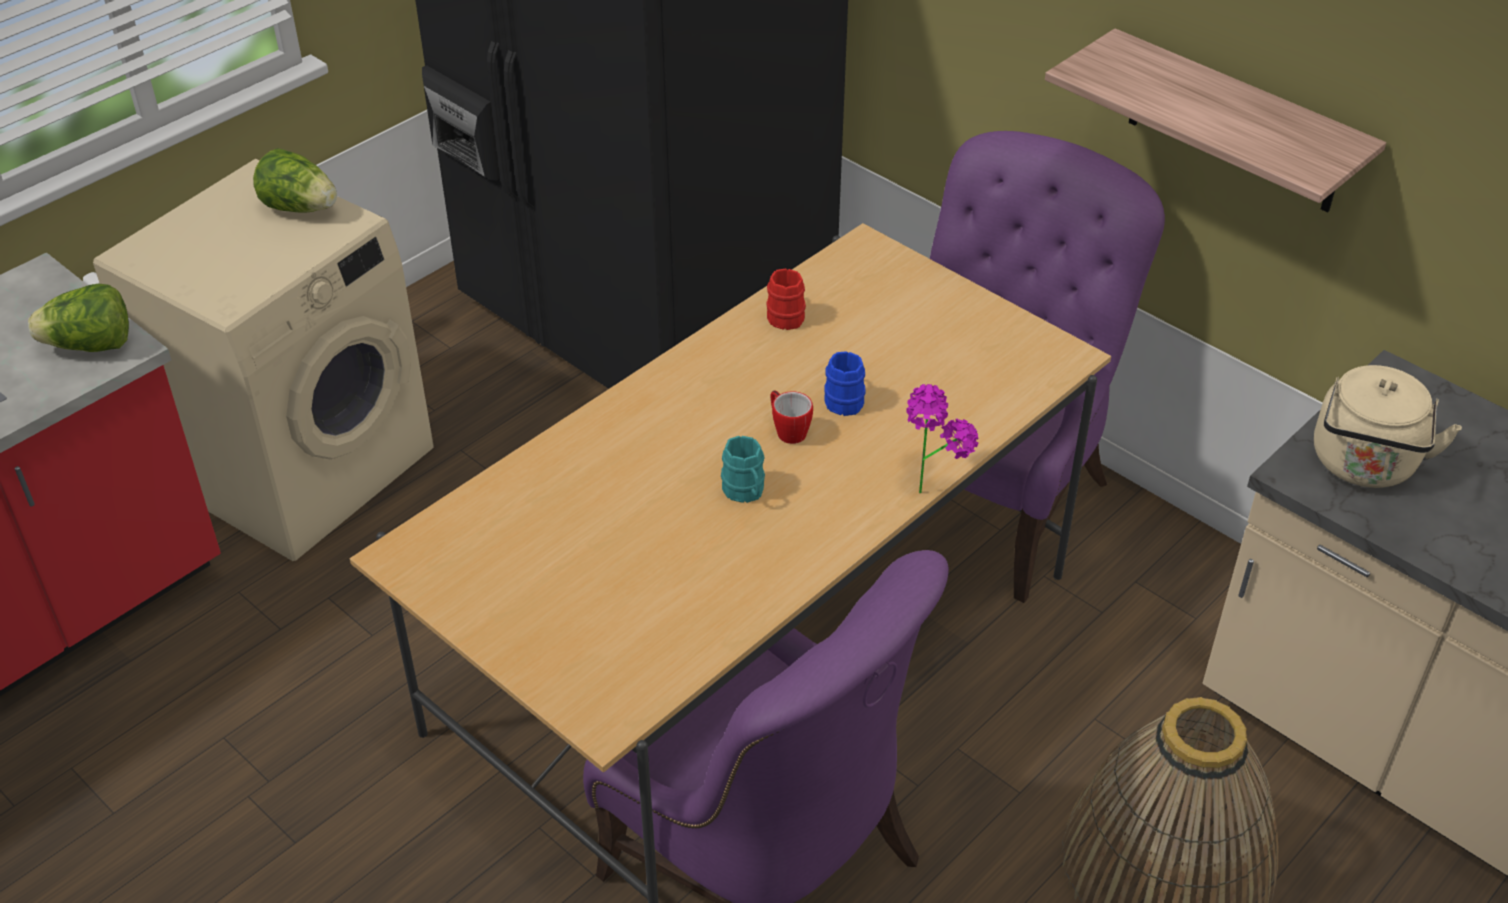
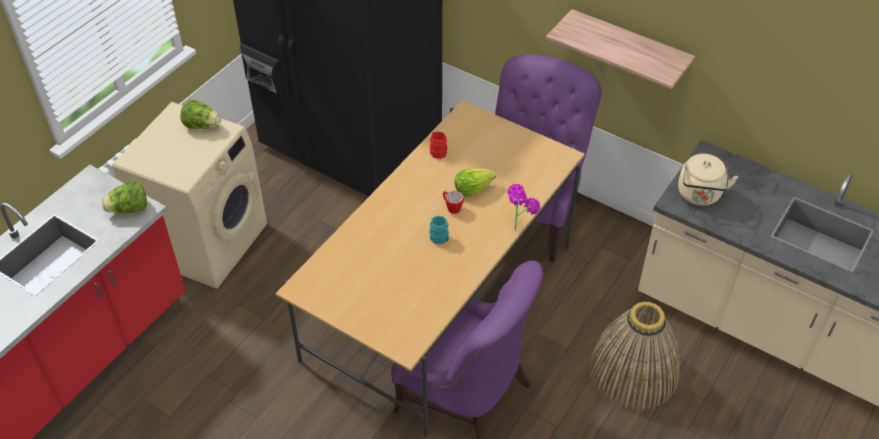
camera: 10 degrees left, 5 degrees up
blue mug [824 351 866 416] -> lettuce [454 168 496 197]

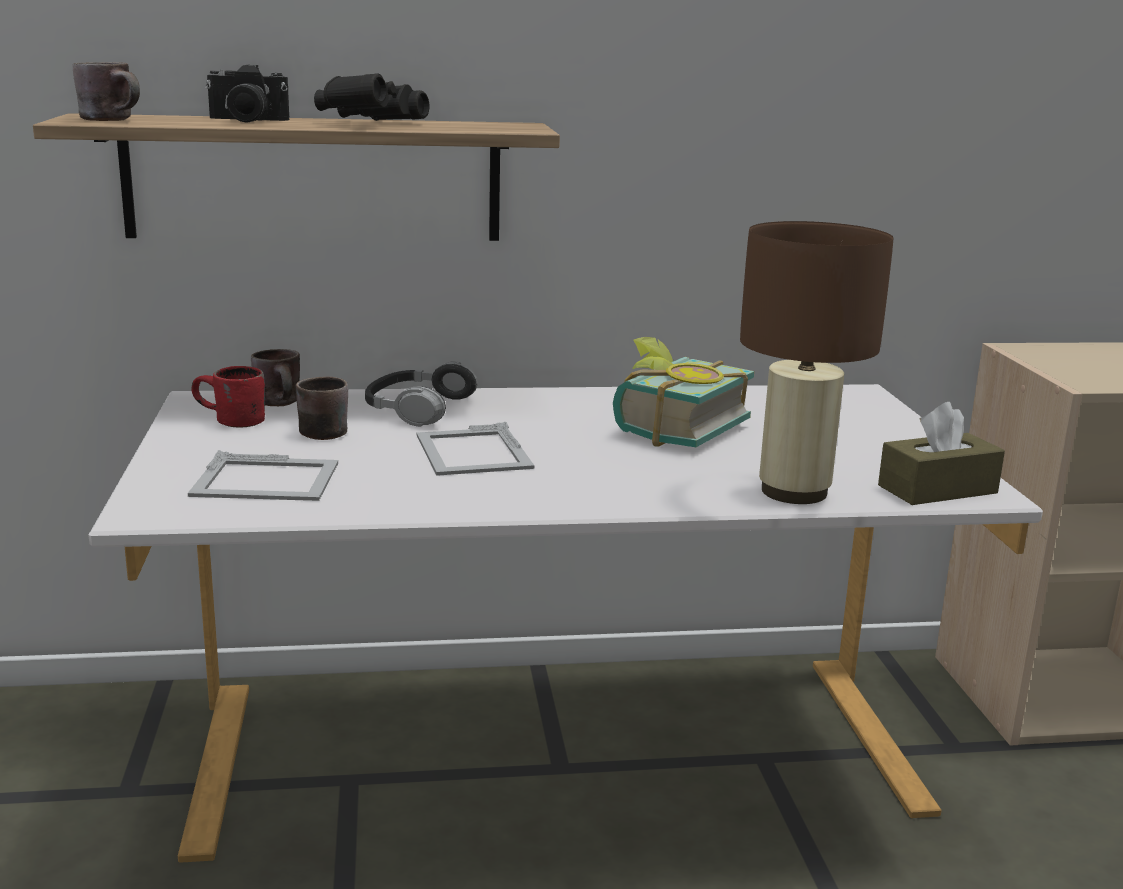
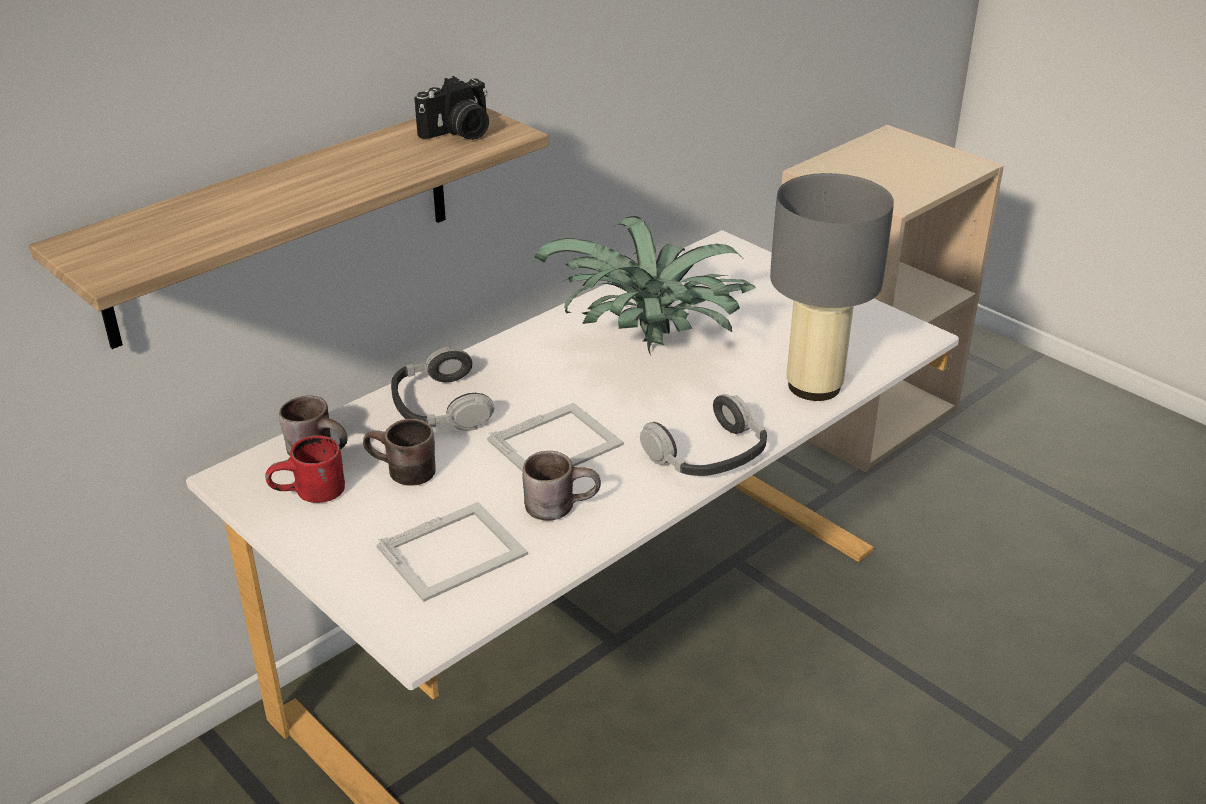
camera: 35 degrees left, 15 degrees up
black binoculars [314 73 430 121] -> none
brown tissue box [878 402 1005 505] -> none
none -> headphones [640 394 767 476]
brown mug [73 62 140 121] -> brown mug [523 451 601 521], move
photo camera [205 65 289 122] -> photo camera [414 76 489 140], move
book [613 337 754 447] -> potted plant [535 216 756 356]
brown table lamp [740 221 893 504] -> grey table lamp [770 173 894 401]
picture frame [417 422 534 476] -> picture frame [487 403 624 472], 75 degrees counterclockwise

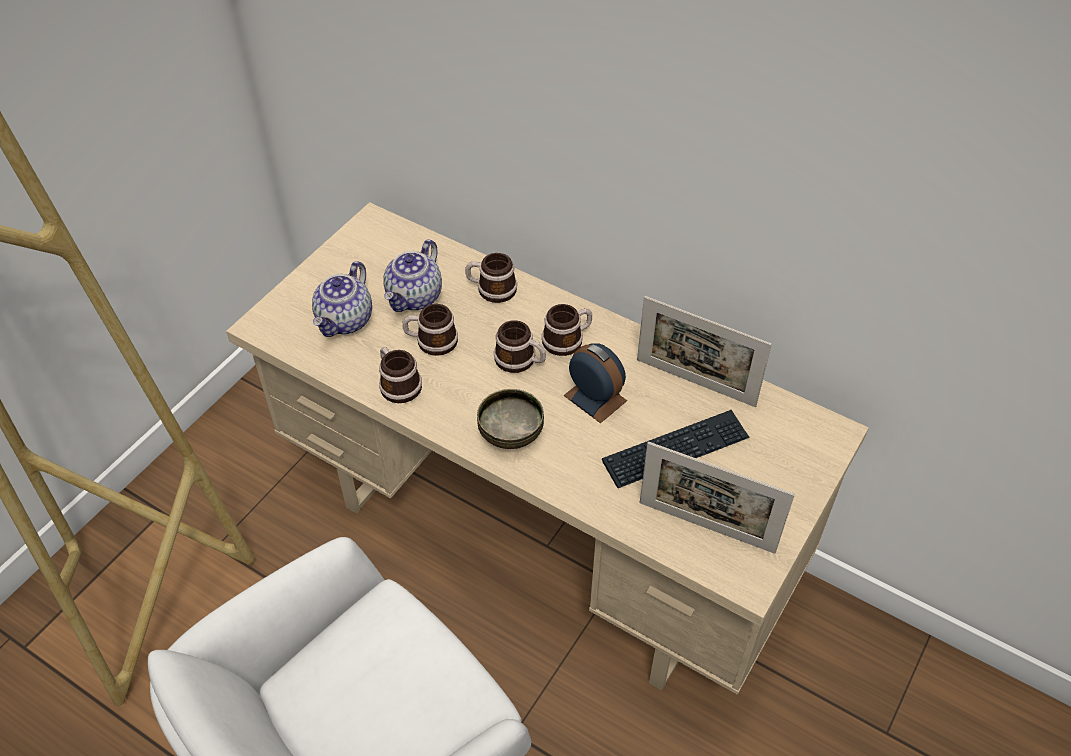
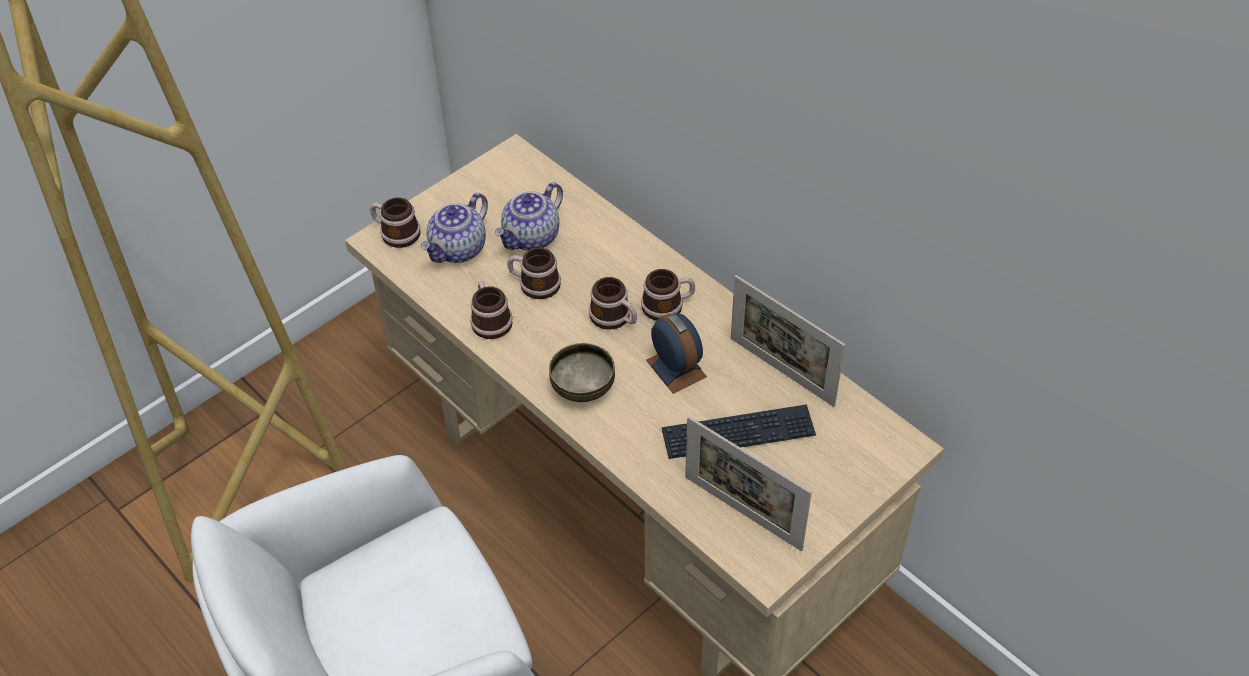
camera: 15 degrees right, 0 degrees up
mug [465 253 517 303] -> mug [370 198 421 248], move

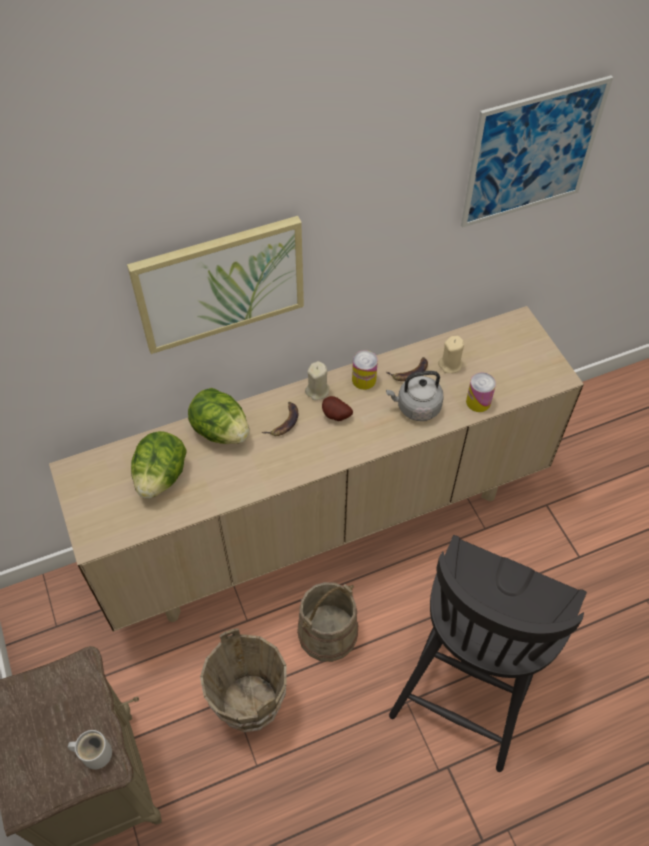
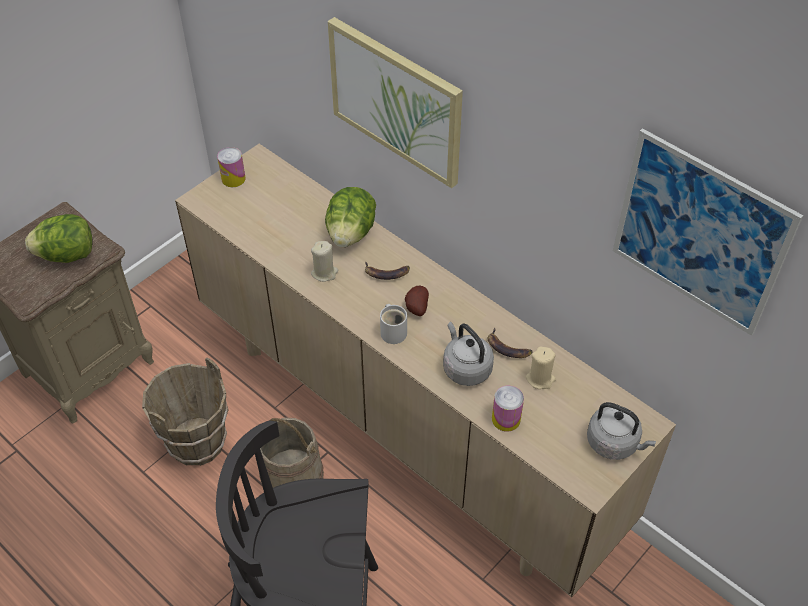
camera: 65 degrees right, 5 degrees down
none -> grey kettle [587 402 656 460]
white mug [67 730 112 769] -> white mug [380 304 407 344], move
lettuce [131 431 187 499] -> lettuce [25 214 93 263], move
beige candle [305 361 329 400] -> beige candle [311 241 338 282], move
can [352 350 378 390] -> can [217 147 246 187], move

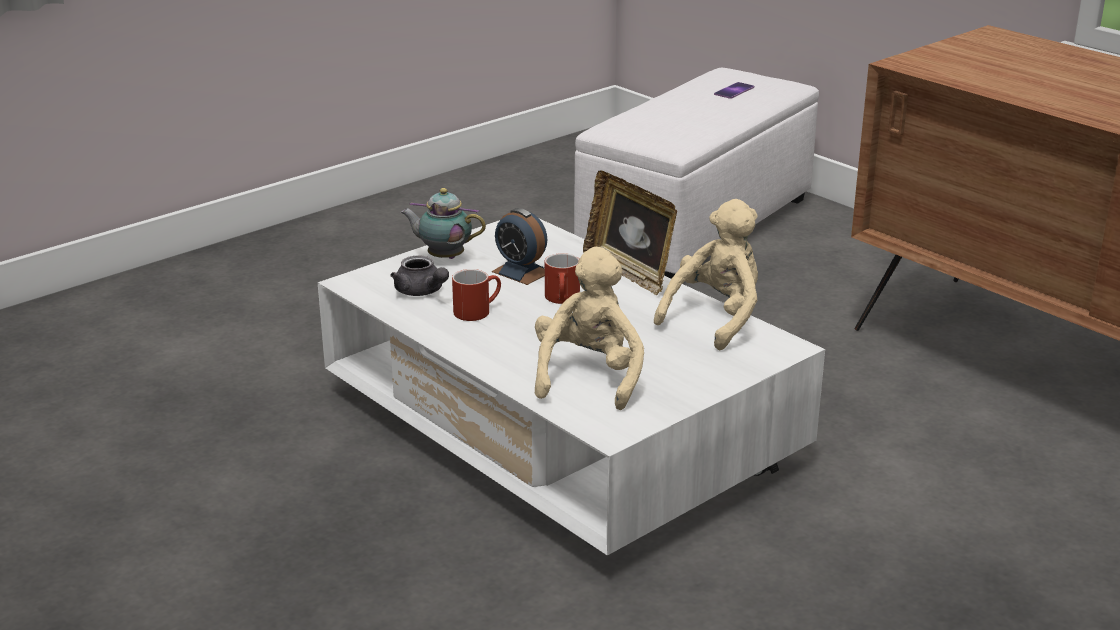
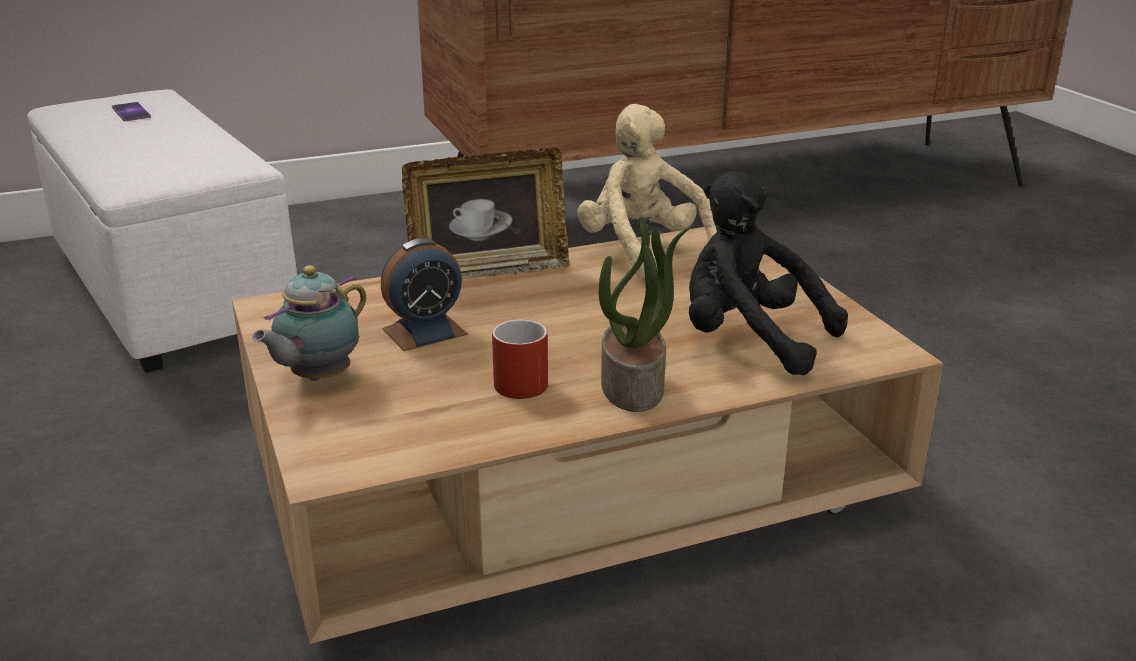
camera: 70 degrees left, 0 degrees up
grey teapot [390 256 449 296] -> none
red mug [545 253 580 304] -> none
none -> potted plant [599 217 691 412]
white coffee table [318 219 825 556] -> brown coffee table [232 227 944 644]
beige plush toy [535 247 644 410] -> black plush toy [689 171 848 375]

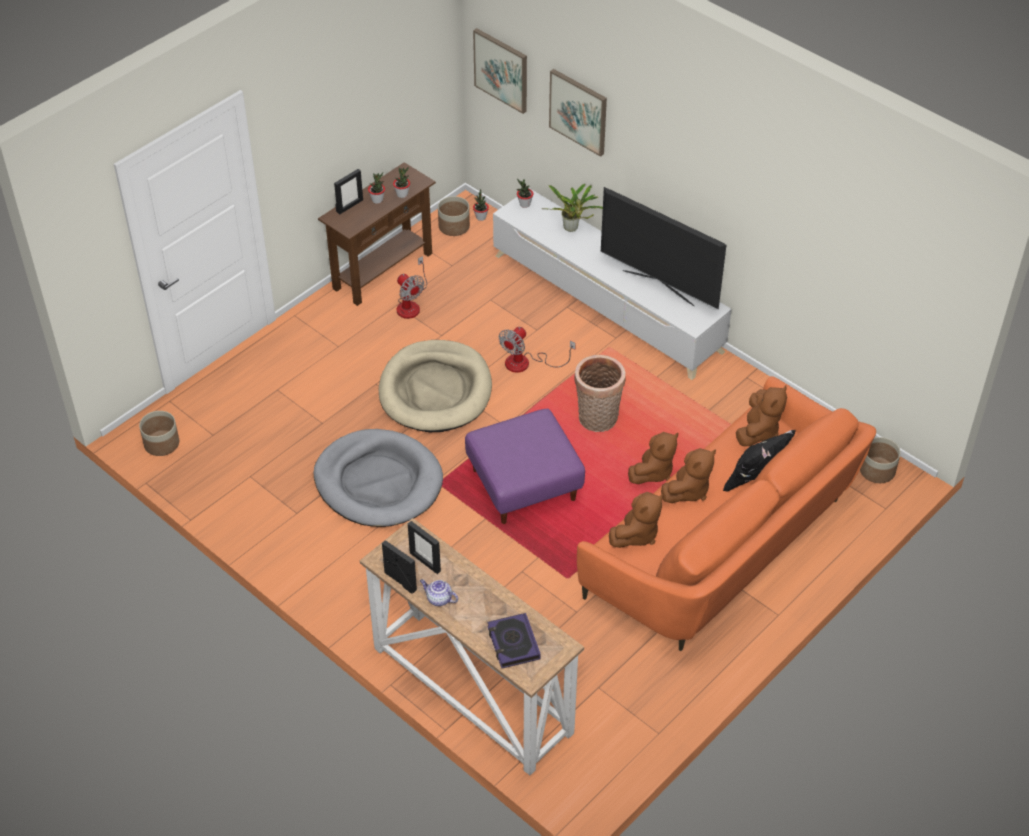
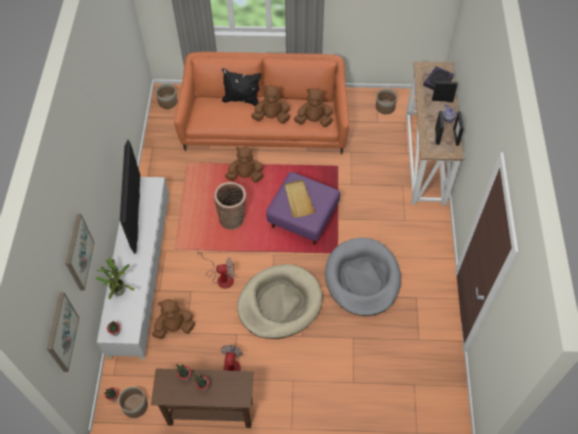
camera: 130 degrees left, 10 degrees up
none -> beige tray [284 180 315 217]
planter [139 411 179 456] -> planter [376 89 397 114], move
picture frame [334 169 363 214] -> picture frame [432 81 458 102], move
brown plush toy [736 386 787 446] -> brown plush toy [152 299 195 339], move

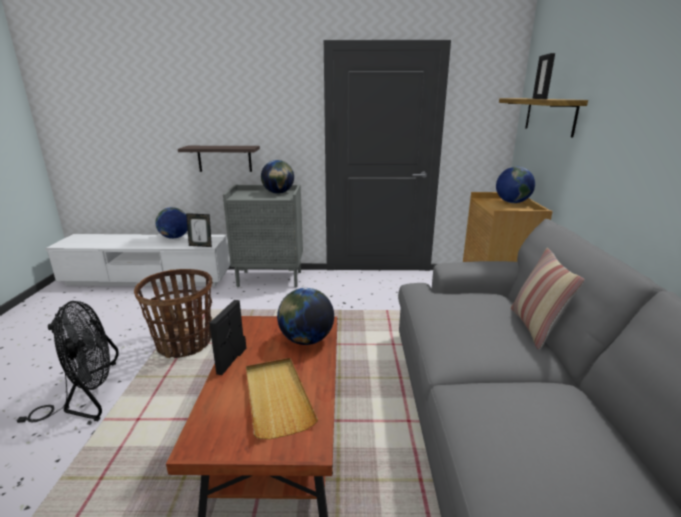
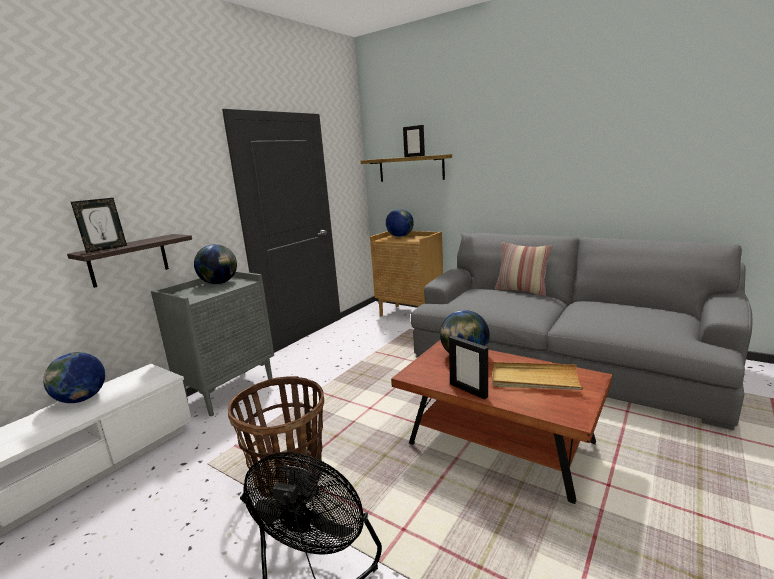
camera: 55 degrees left, 5 degrees down
picture frame [186 213 212 247] -> picture frame [71 198 127 253], move

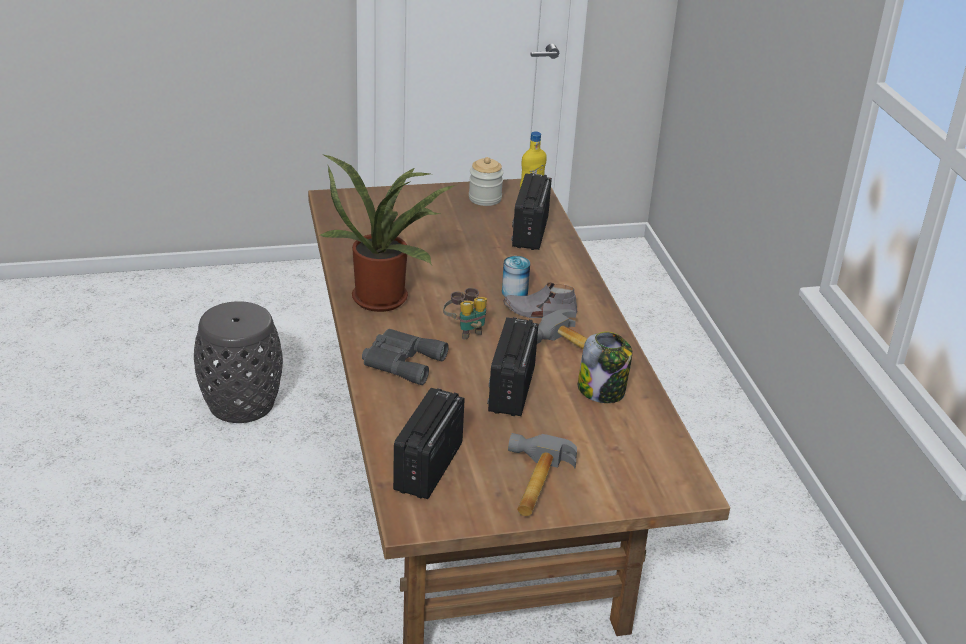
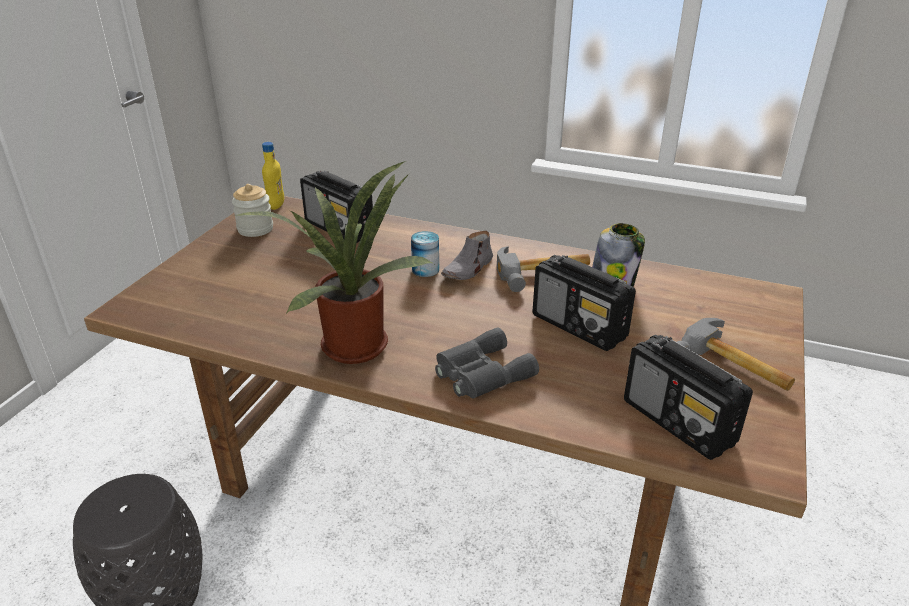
camera: 55 degrees left, 0 degrees up
binoculars [443 288 487 340] -> none

